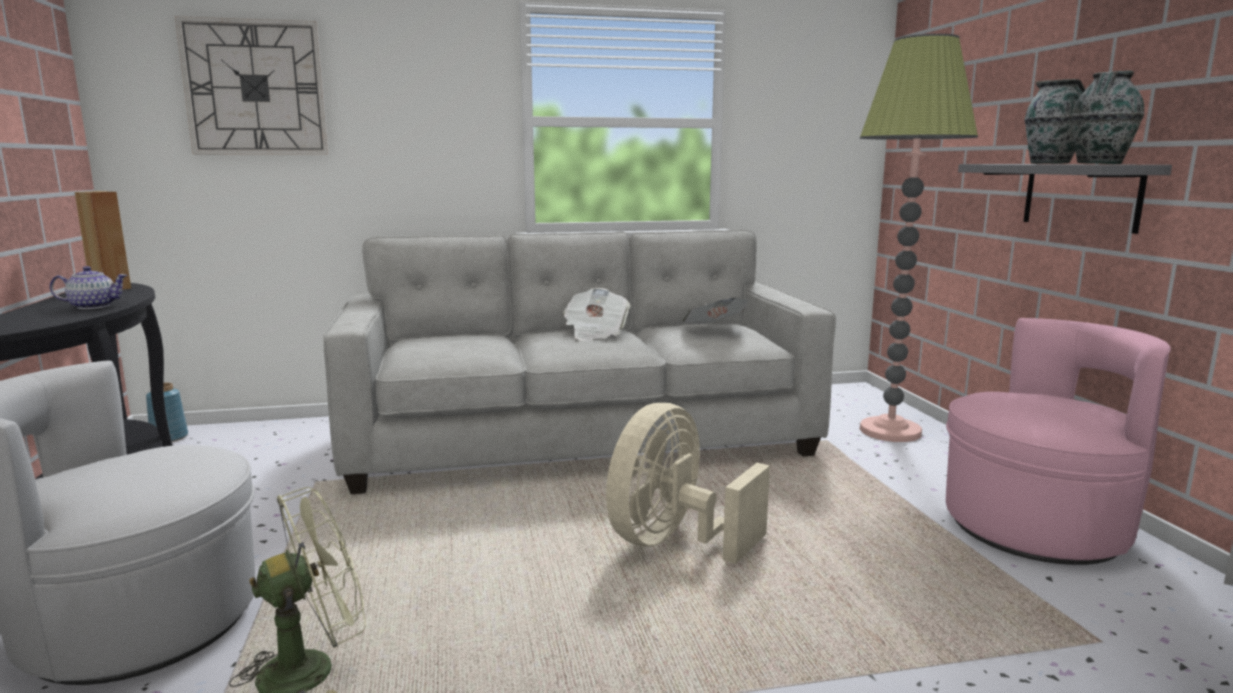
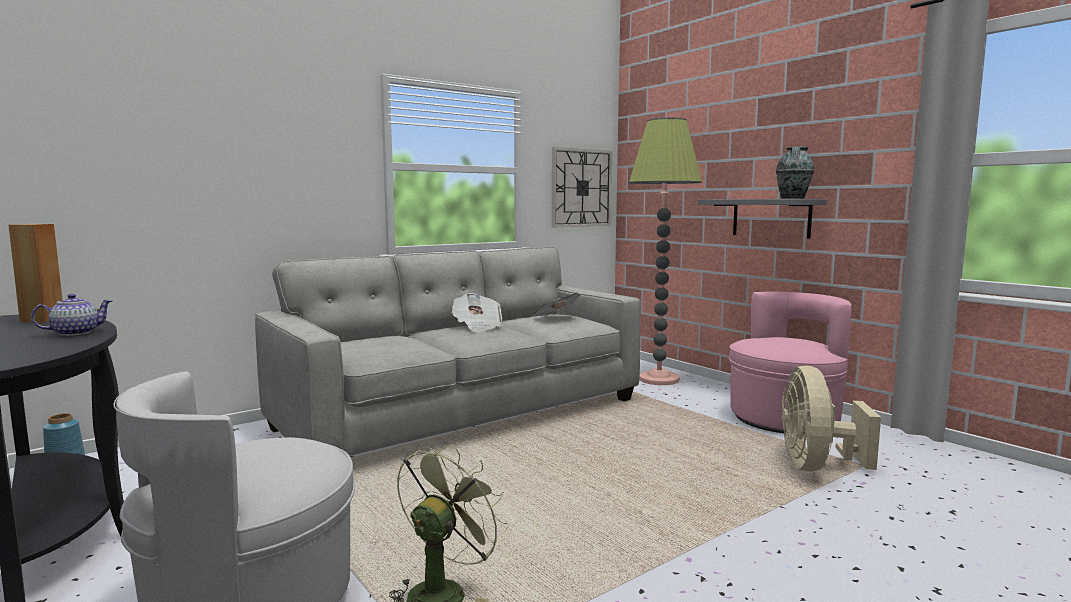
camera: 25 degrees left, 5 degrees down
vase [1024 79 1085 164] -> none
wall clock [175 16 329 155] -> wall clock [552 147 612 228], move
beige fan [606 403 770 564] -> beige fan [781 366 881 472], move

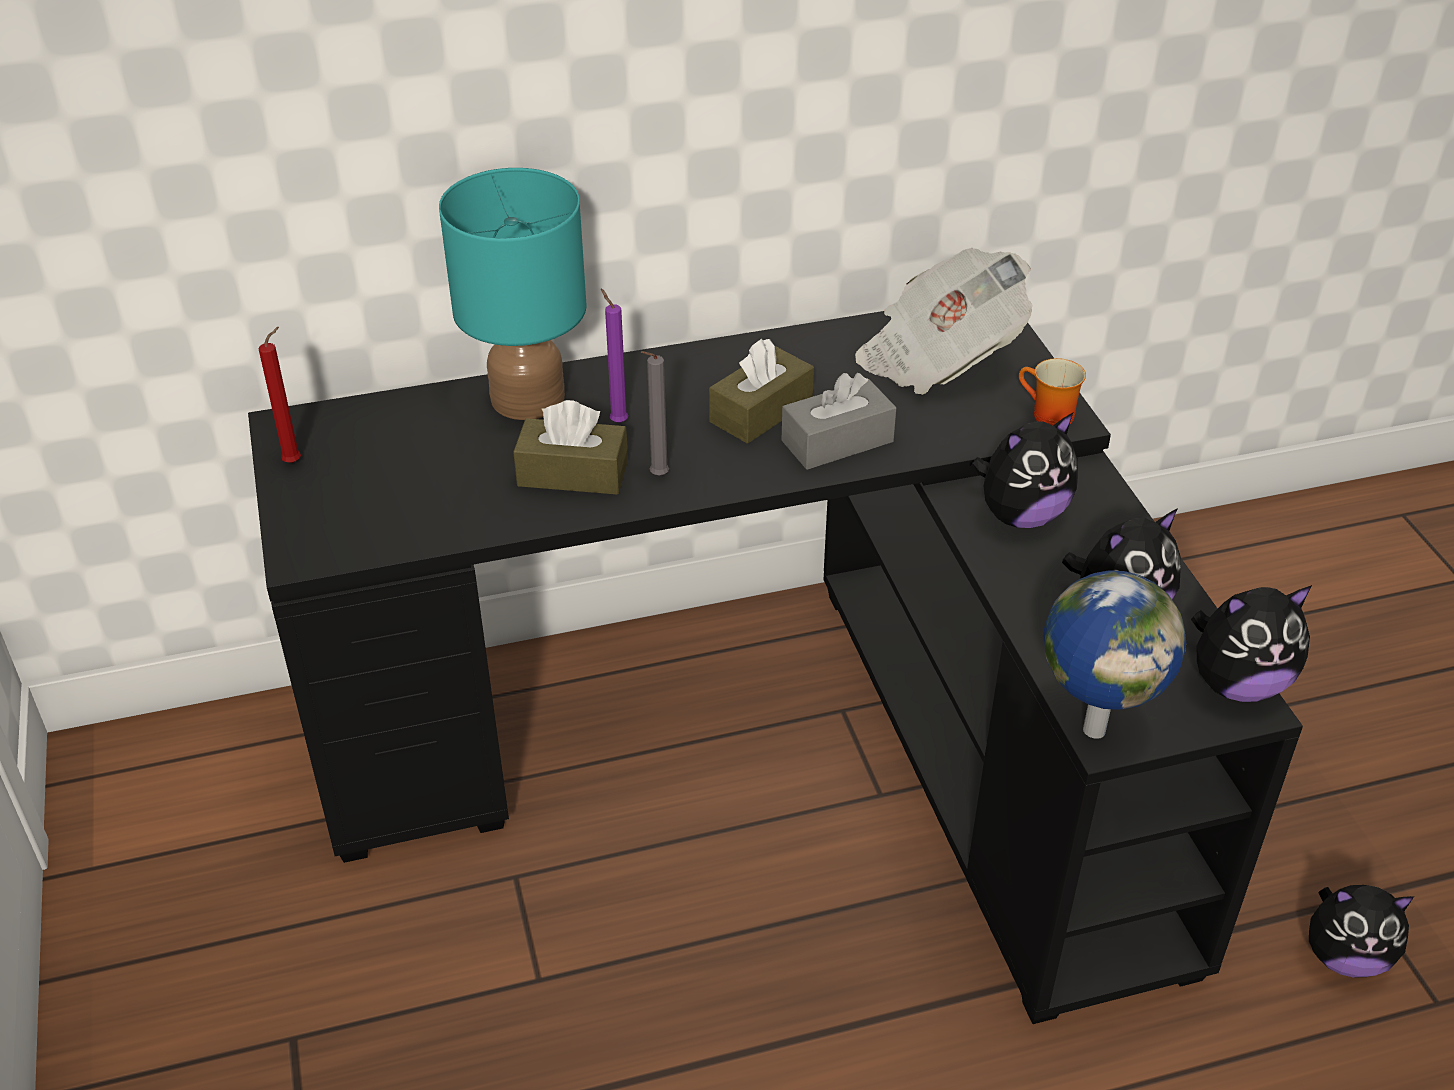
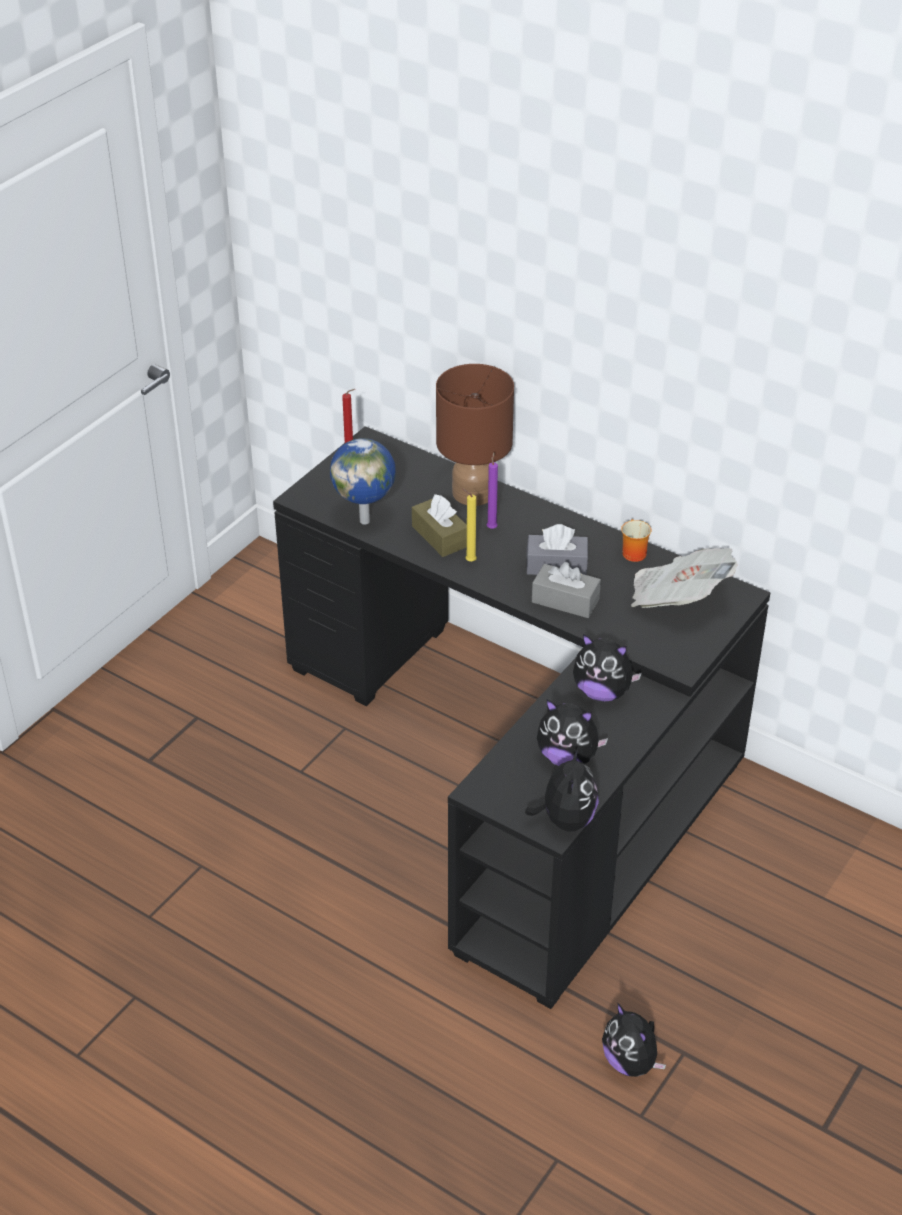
camera: 50 degrees right, 0 degrees up
mug [1019 358 1086 425] -> mug [621 519 652 562], move
globe [1044 570 1186 739] -> globe [330 438 396 525], move
turquoise table lamp [439 168 587 420] -> brown table lamp [436 364 514 506]
grey candle [641 351 669 476] -> yellow candle [462 488 477 562]
brown tissue box [709 338 814 444] -> grey tissue box [526 524 588 575]
plush toy [1191 585 1312 702] -> plush toy [525 747 599 832], 120 degrees counterclockwise

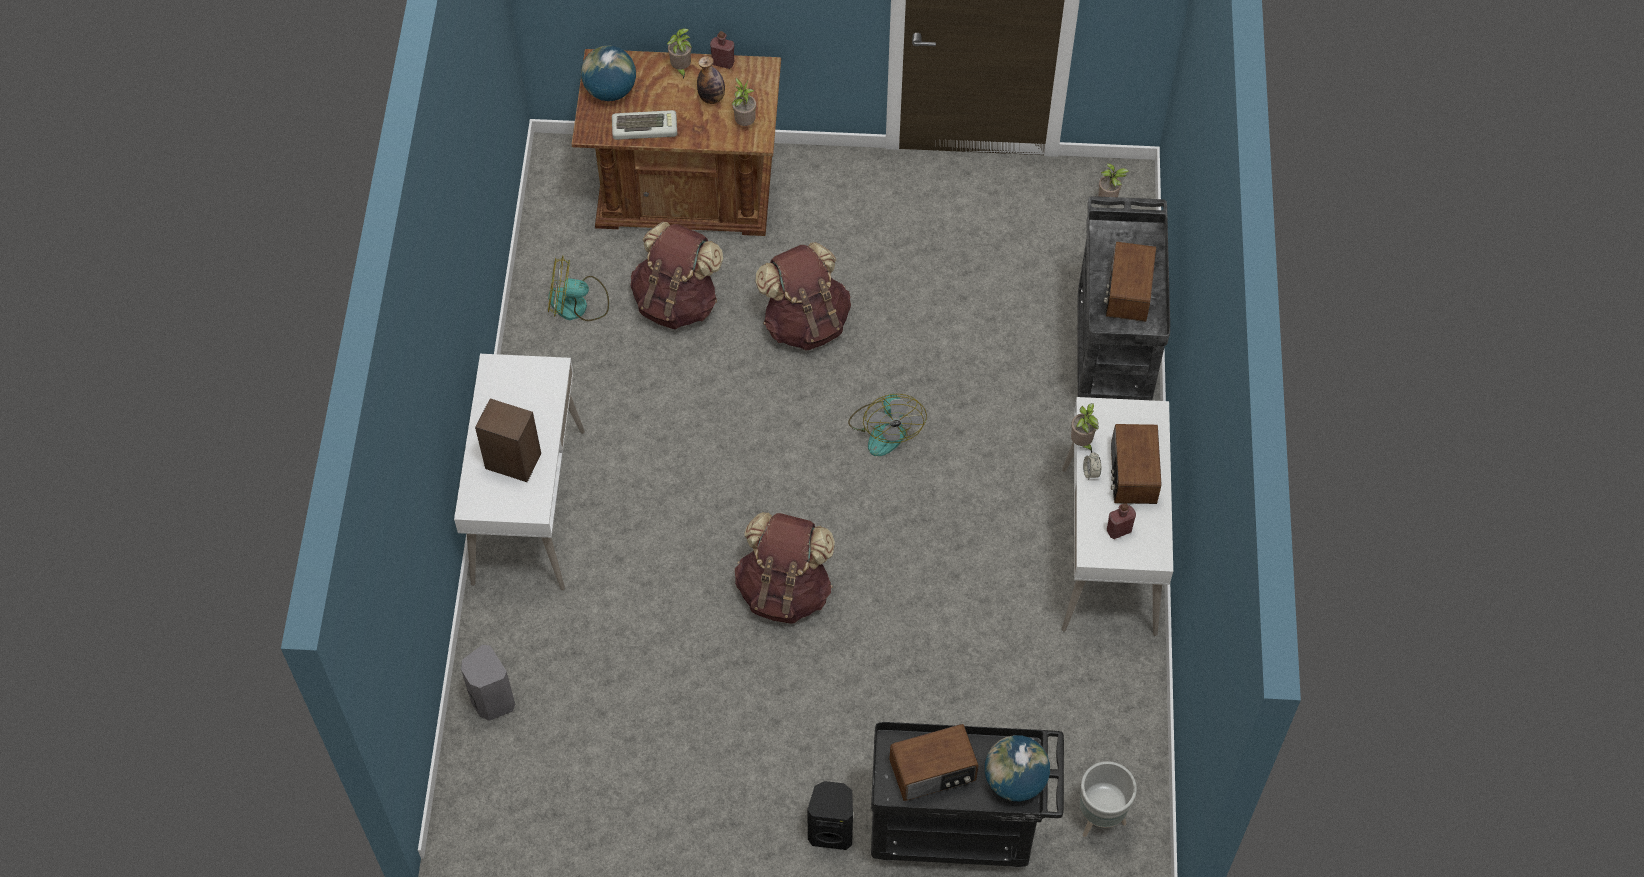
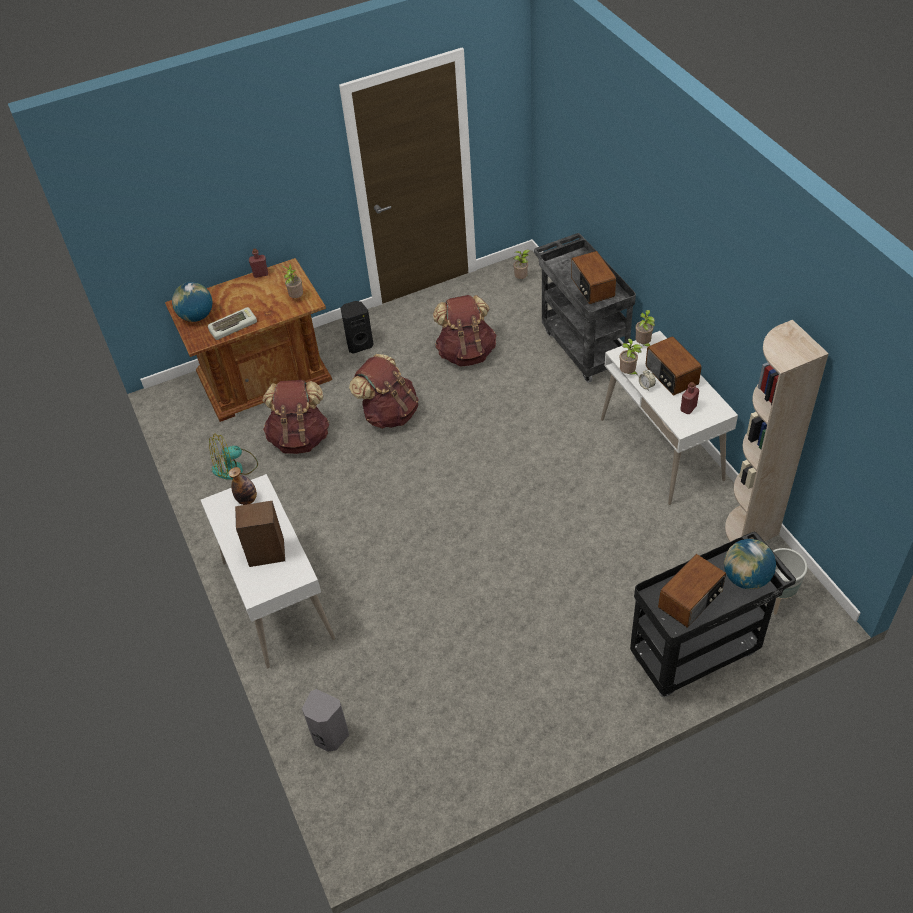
camera: 25 degrees left, 10 degrees down
fan [848 394 927 456] -> none
none -> beige bookcase [725 320 829 542]
potted plant [667 28 692 79] -> potted plant [635 310 655 346], move
bottle [697 56 725 104] -> bottle [229 467 257 505], move
brown backpack [735 512 835 624] -> brown backpack [433 295 496 366], move
black speaker [807 781 853 850] -> black speaker [341 301 374 354], move

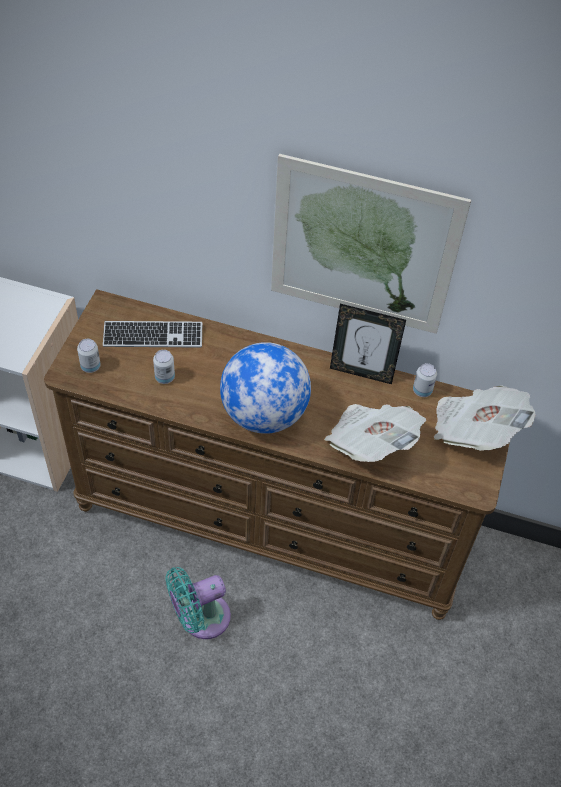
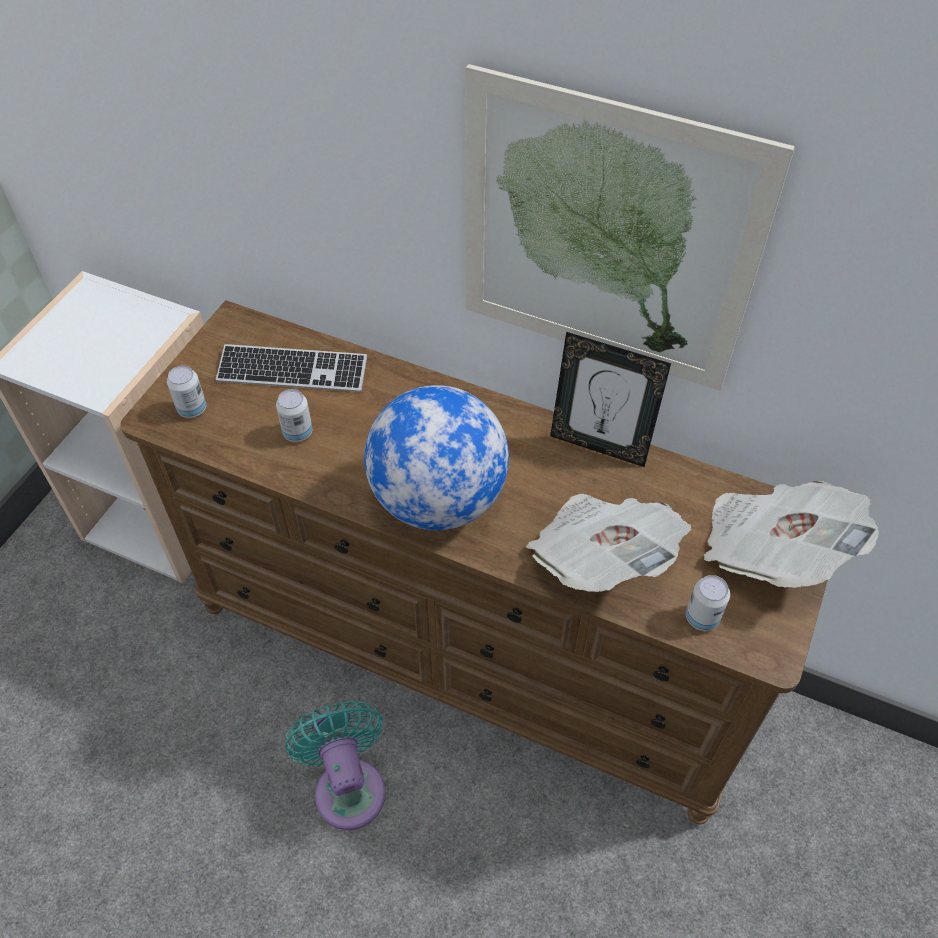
camera: 10 degrees right, 0 degrees up
can [413 363 437 397] -> can [686 575 730 631], move
turquoise fan [165 567 231 639] -> turquoise fan [285 701 386 830], 90 degrees clockwise

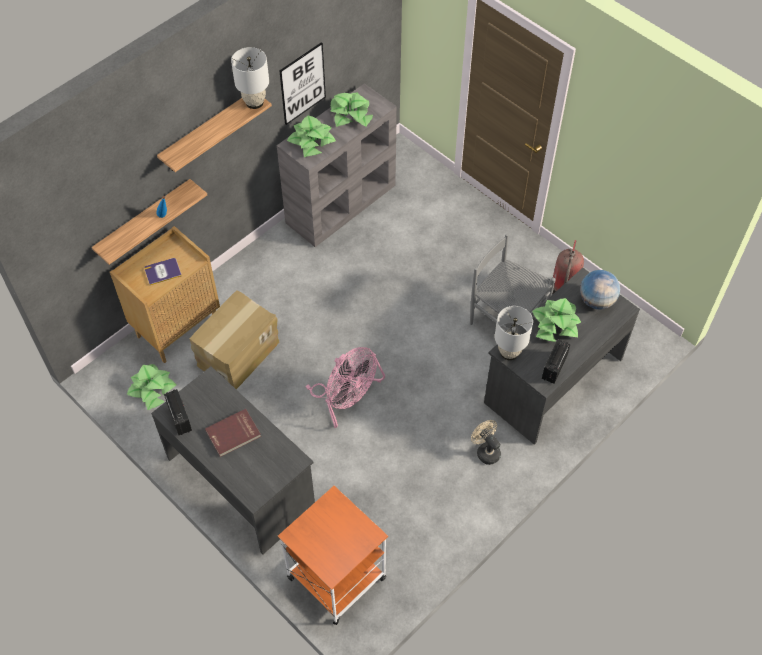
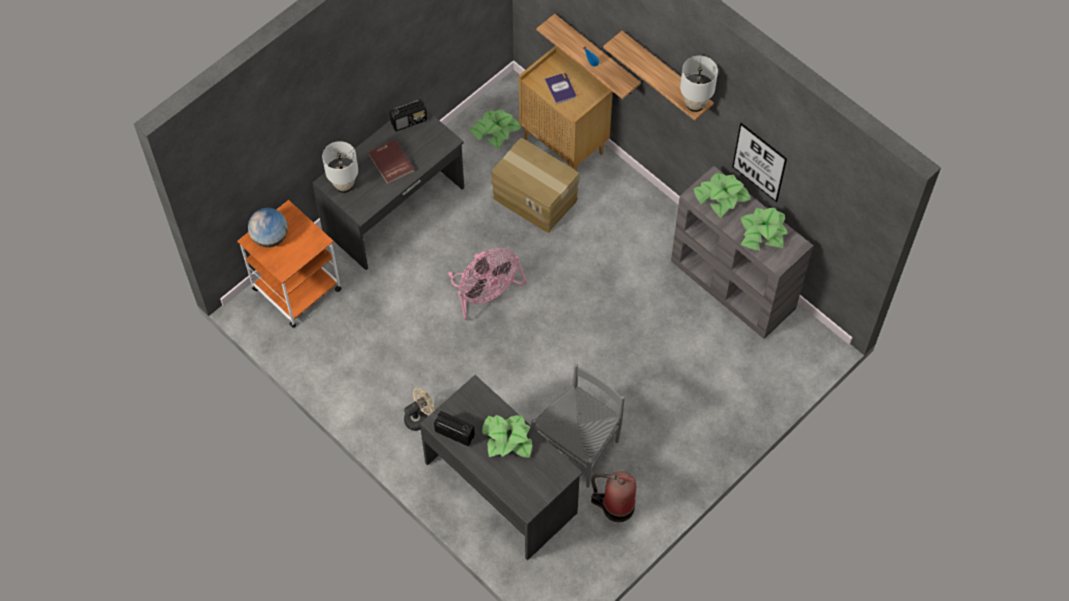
camera: 90 degrees right, 5 degrees up
white table lamp [495 306 533 360] -> white table lamp [322 141 358 193], move
globe [580 270 620 310] -> globe [248 208 288 247], move
pink fan [306 347 385 428] -> pink fan [448 248 526 320], 75 degrees counterclockwise

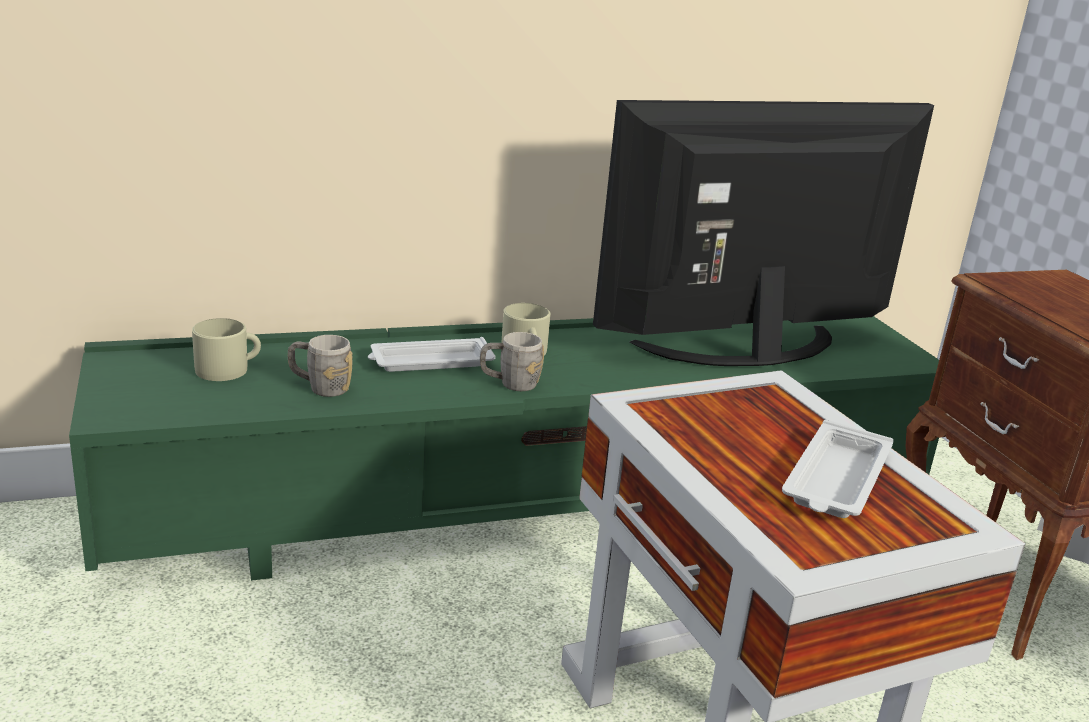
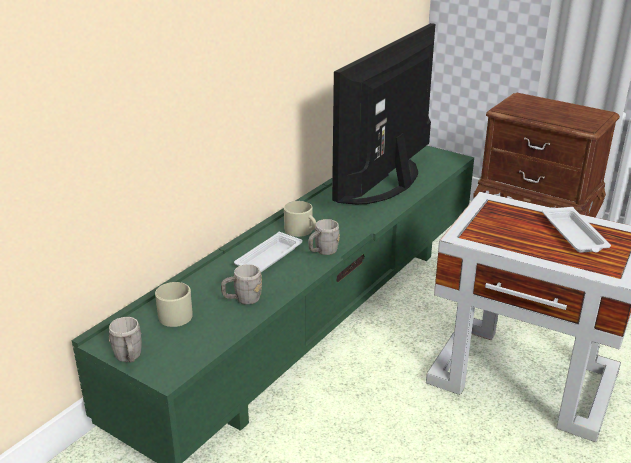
camera: 35 degrees left, 5 degrees up
none -> grey mug [109 317 142 363]

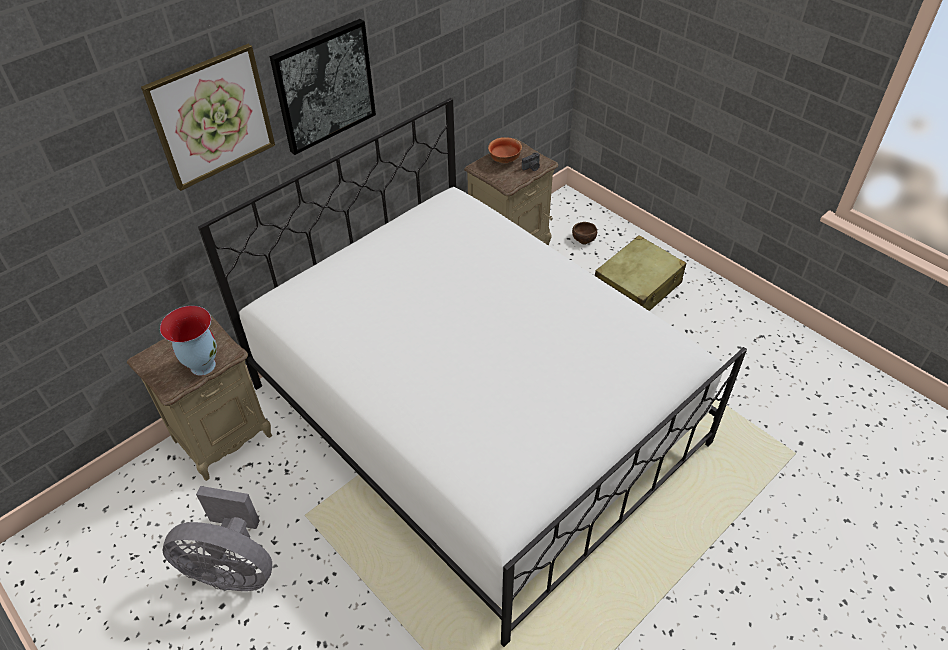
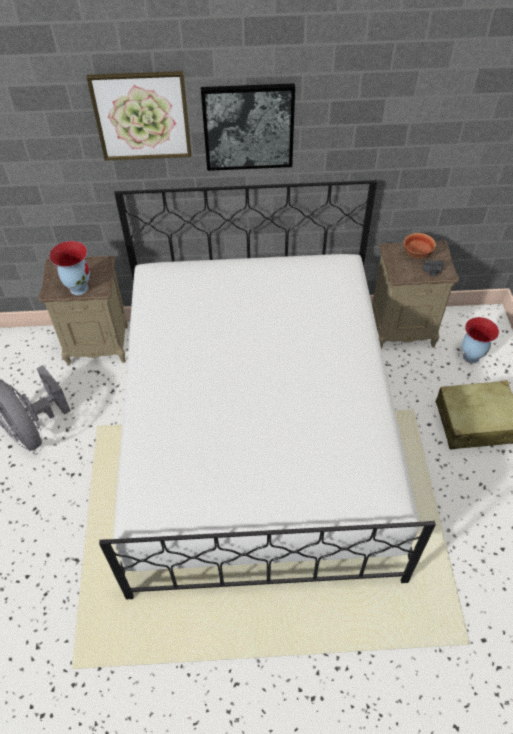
camera: 40 degrees right, 5 degrees up
brown bowl [572 222 597 244] -> vase [462 317 499 363]

